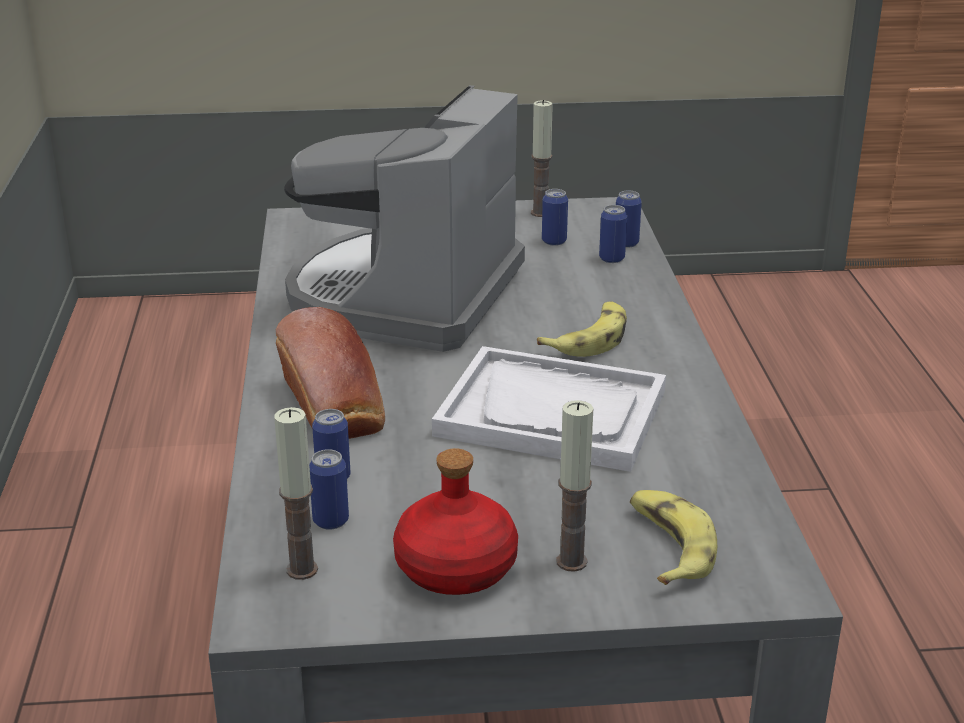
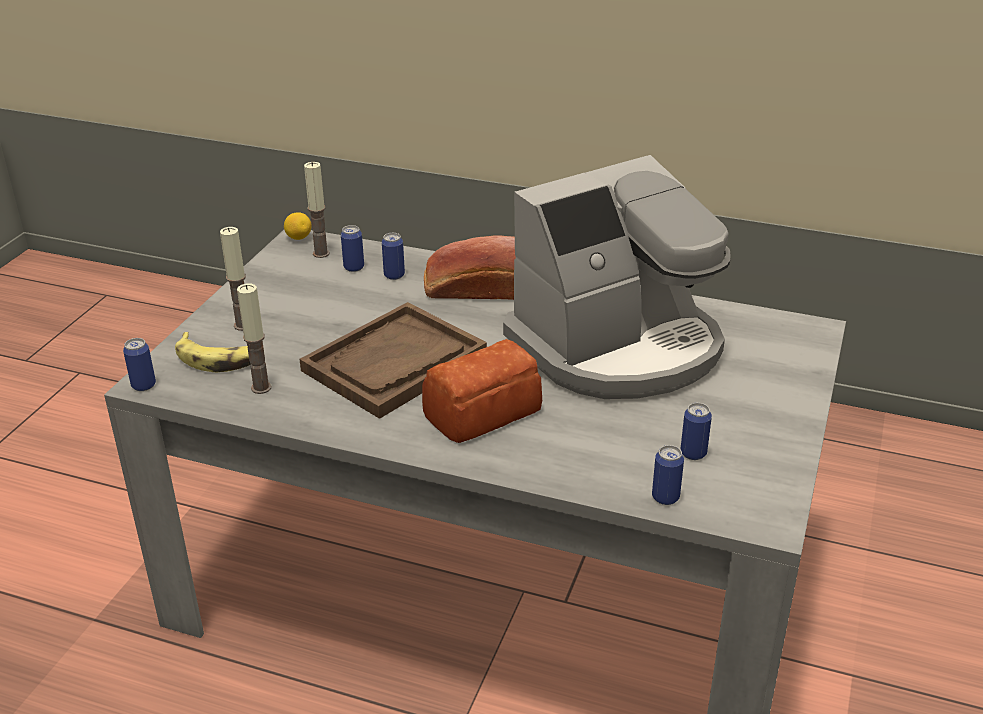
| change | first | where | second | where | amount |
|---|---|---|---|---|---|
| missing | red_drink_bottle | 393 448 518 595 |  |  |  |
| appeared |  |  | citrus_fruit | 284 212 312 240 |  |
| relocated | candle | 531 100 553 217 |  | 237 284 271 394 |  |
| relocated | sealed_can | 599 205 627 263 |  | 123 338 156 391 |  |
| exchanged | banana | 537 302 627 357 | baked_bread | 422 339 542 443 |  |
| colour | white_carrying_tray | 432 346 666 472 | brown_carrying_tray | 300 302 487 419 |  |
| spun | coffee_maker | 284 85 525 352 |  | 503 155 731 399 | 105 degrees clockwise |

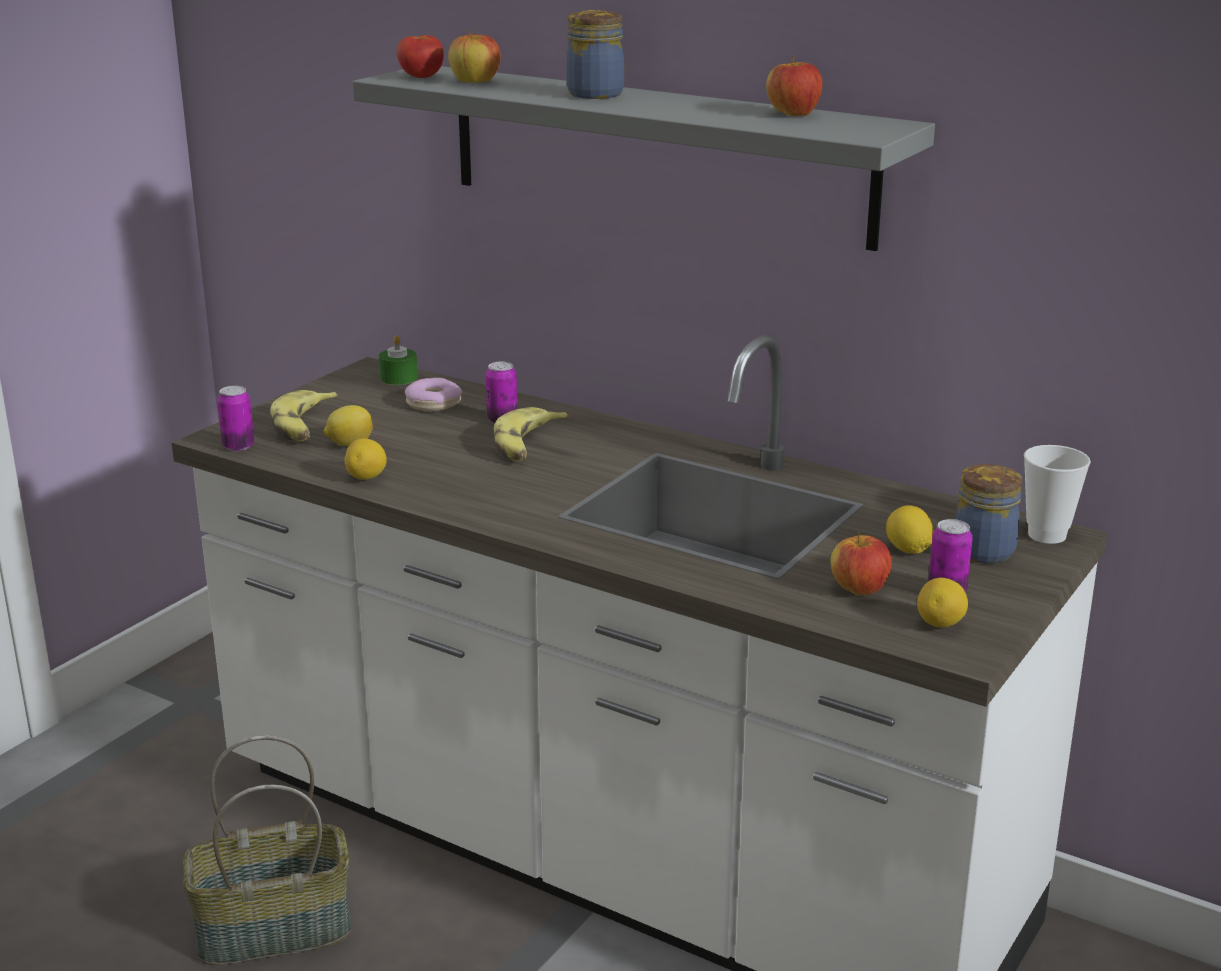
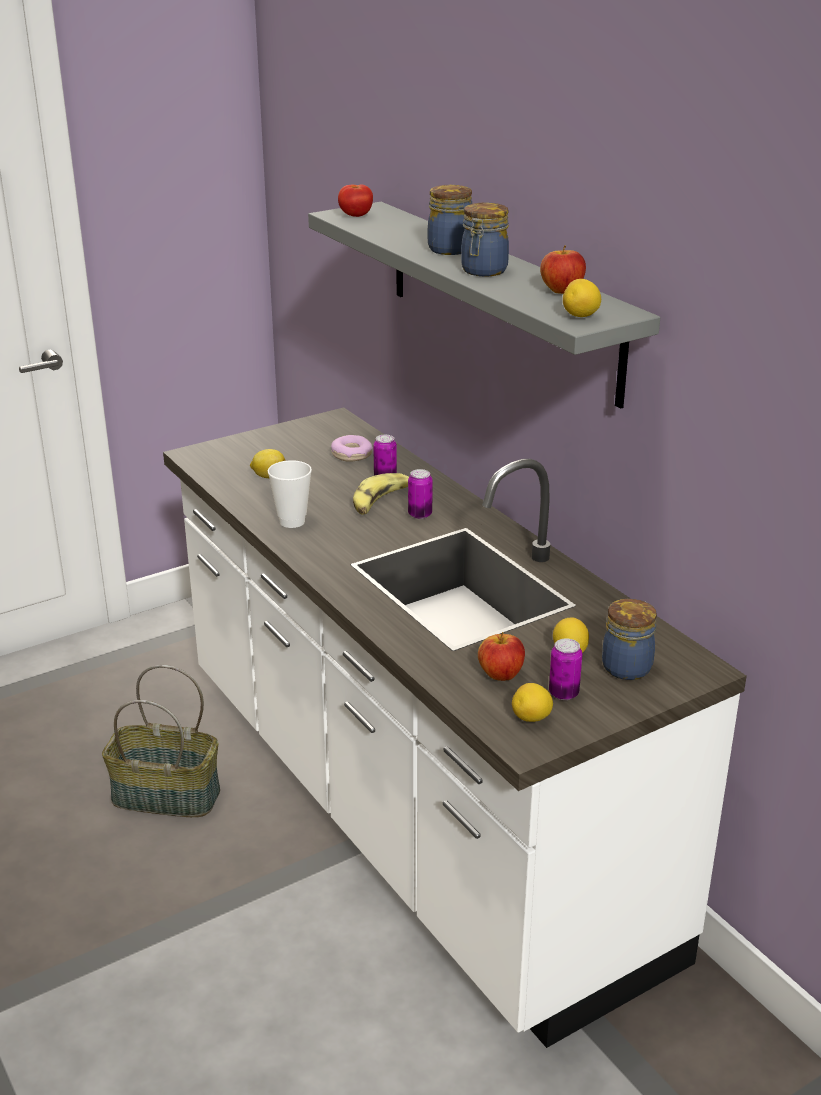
| change | first | where | second | where | amount |
|---|---|---|---|---|---|
| missing | banana | 270 390 338 441 |  |  |  |
| missing | green_candle | 379 335 418 385 |  |  |  |
| missing | whole_apple | 448 30 501 83 |  |  |  |
| appeared |  |  | jar | 461 202 509 276 |  |
| relocated | sealed_can | 217 386 254 451 |  | 408 469 433 519 |  |
| relocated | citrus_fruit | 344 438 387 480 |  | 563 279 601 317 |  |
| relocated | cup | 1024 445 1091 544 |  | 268 460 312 528 |  |

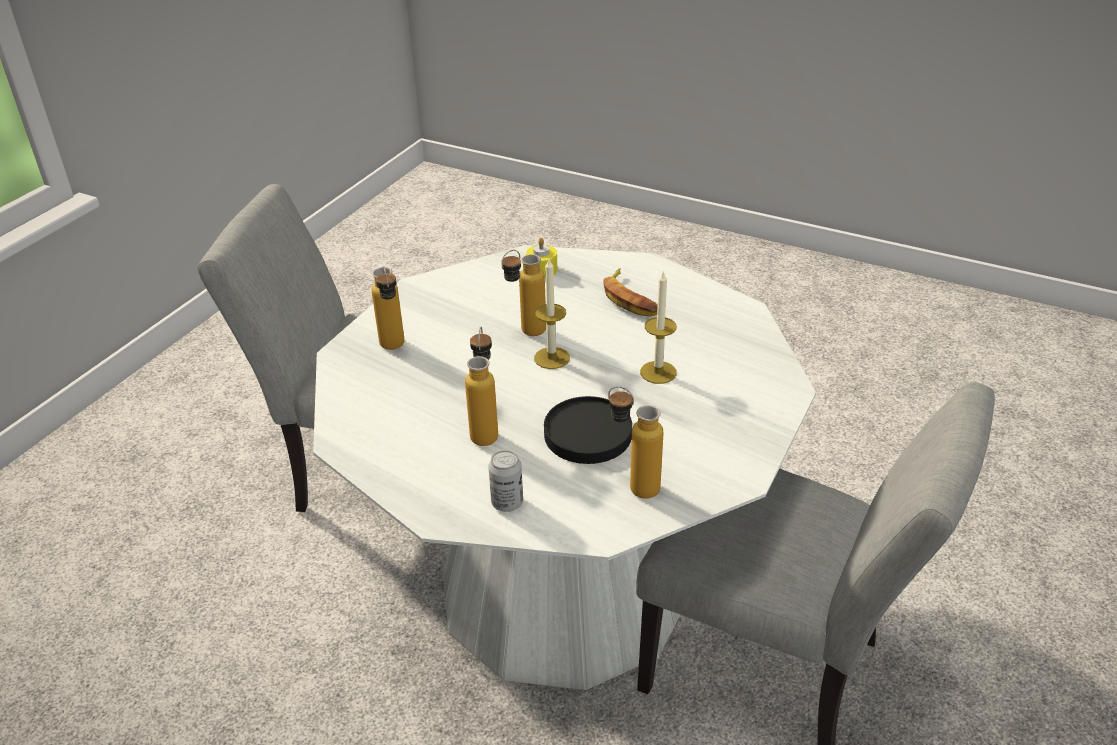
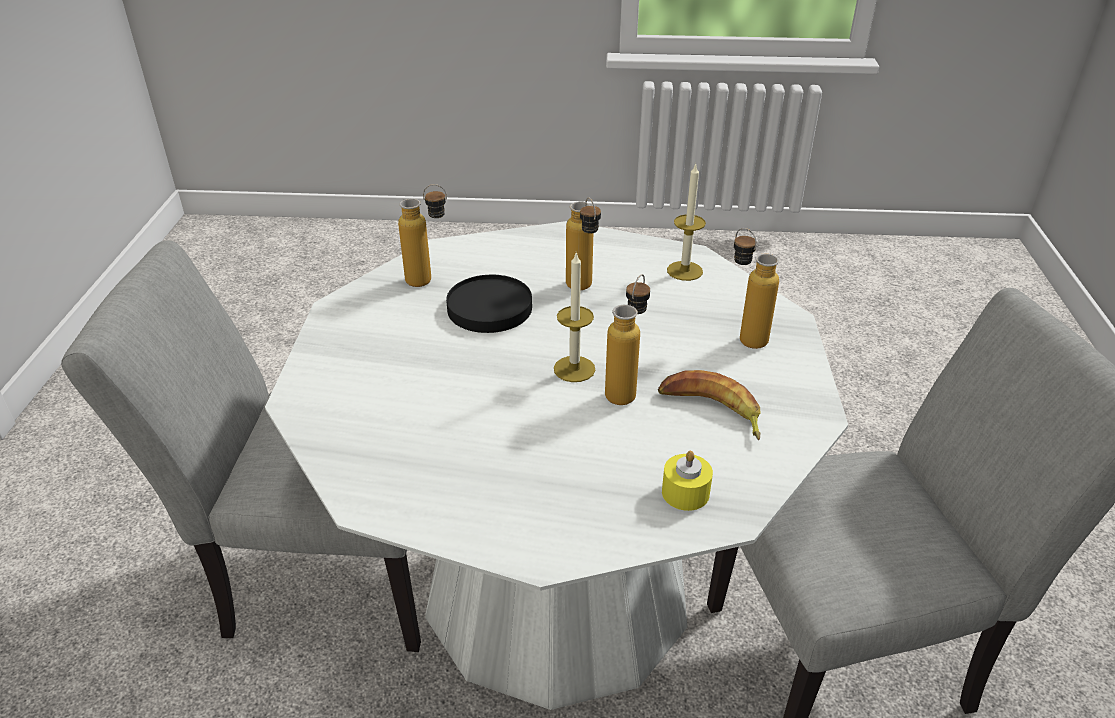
| change | first | where | second | where | amount |
|---|---|---|---|---|---|
| missing | sealed_can | 488 450 523 512 |  |  |  |
| relocated | banana | 603 268 658 317 |  | 658 370 760 440 |  |
| relocated | candle | 640 270 677 384 |  | 667 164 706 281 |  |

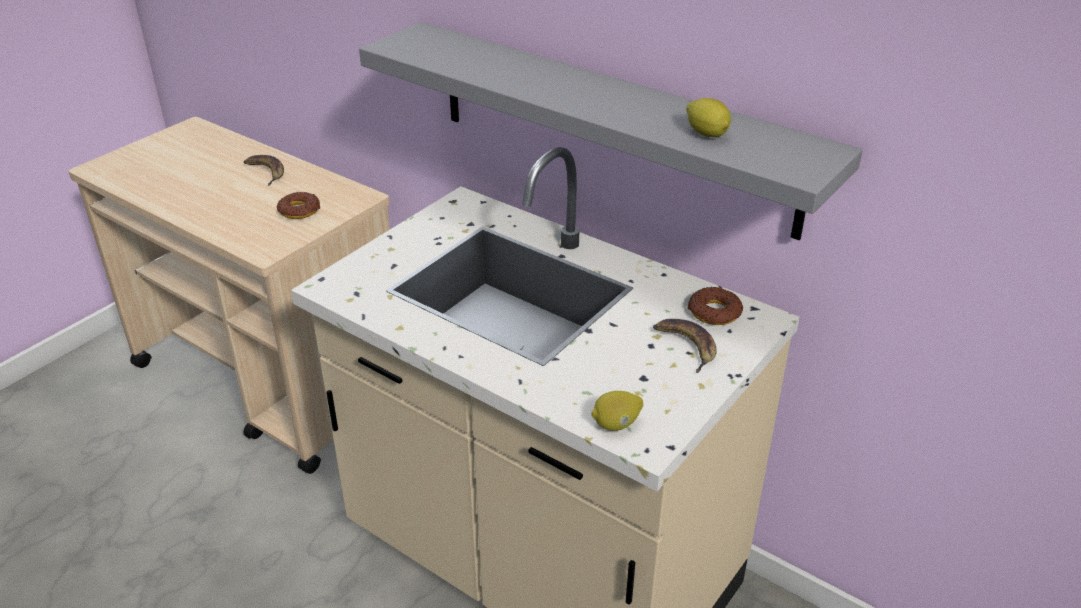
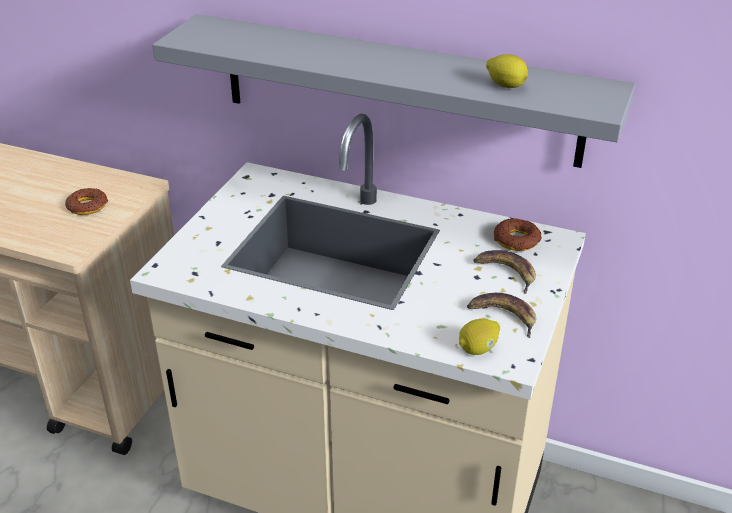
| change | first | where | second | where | amount |
|---|---|---|---|---|---|
| relocated | banana | 243 155 284 186 |  | 467 293 536 338 |  |

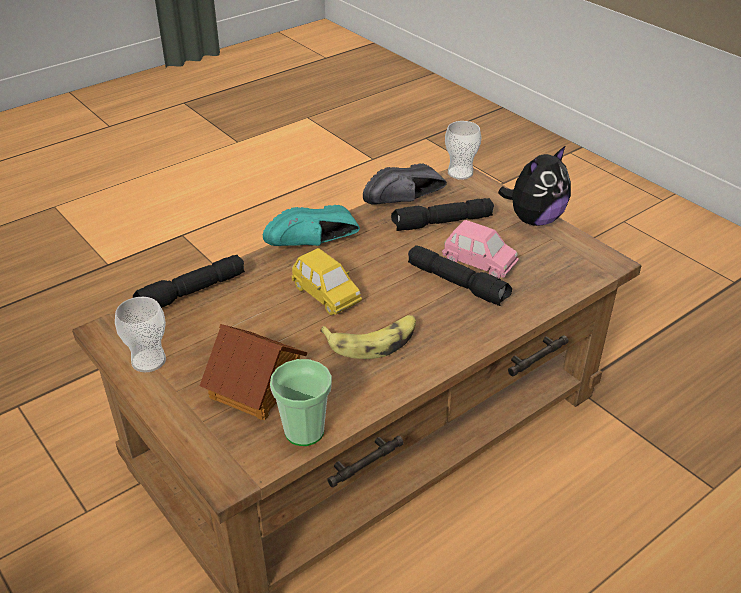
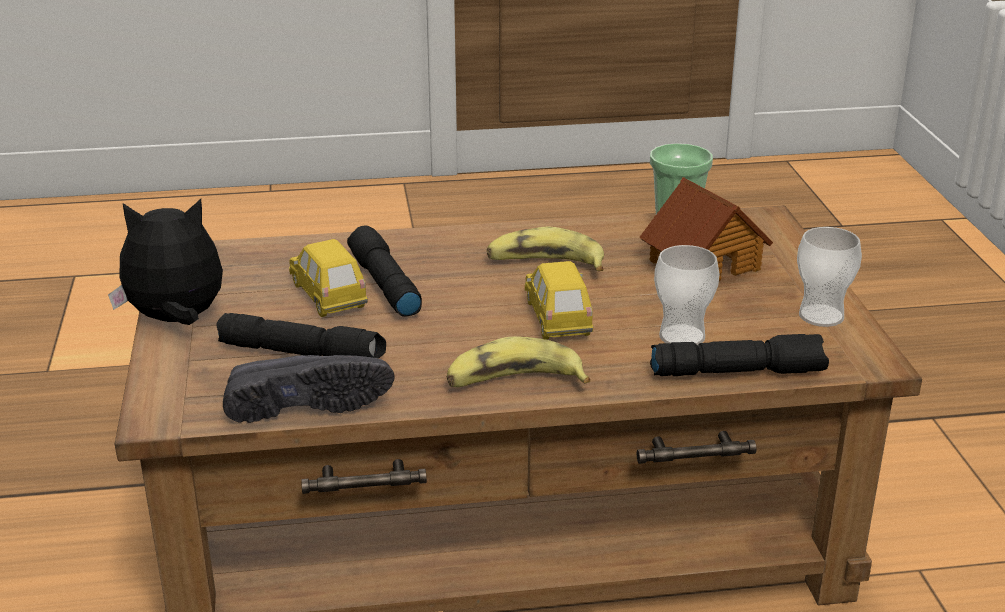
| change | first | where | second | where | amount |
|---|---|---|---|---|---|
| relocated | cup | 445 121 481 180 |  | 654 245 719 345 |  |
| exchanged | blue-green_shoe | 263 205 360 246 | banana | 447 337 590 387 |  |
| colour | pink_model_car | 442 220 519 278 | yellow-coloured_model_car | 289 239 368 317 |  |

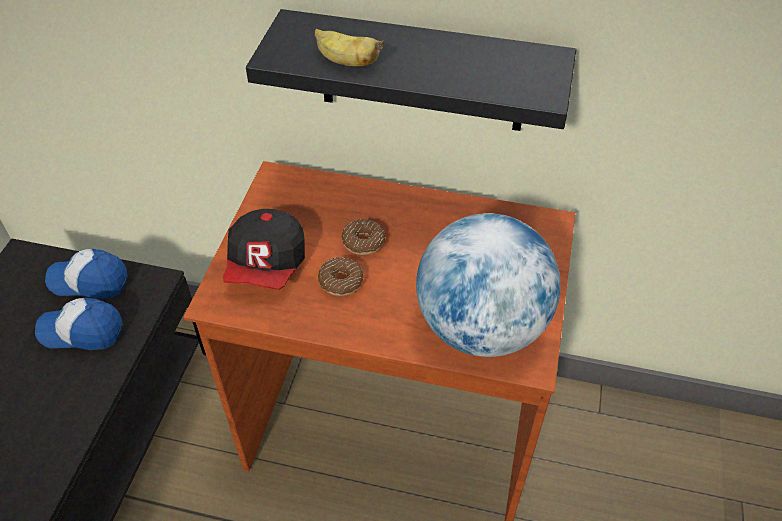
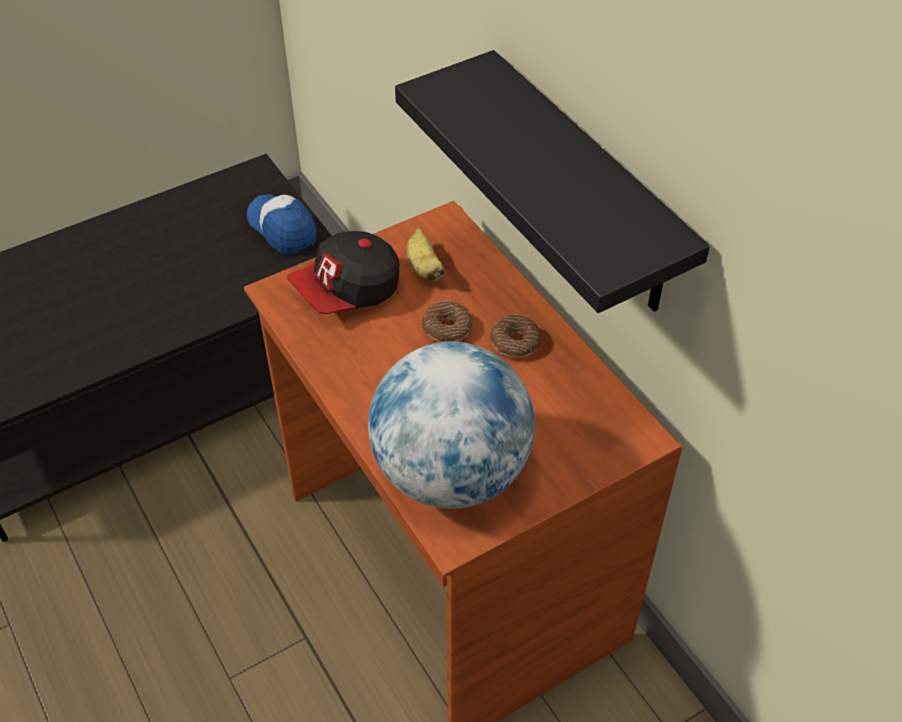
| change | first | where | second | where | amount |
|---|---|---|---|---|---|
| missing | baseball_cap | 35 298 122 350 |  |  |  |
| relocated | banana | 315 29 384 67 |  | 407 228 445 282 |  |
| relocated | doughnut | 318 257 364 296 |  | 490 314 542 358 |  |

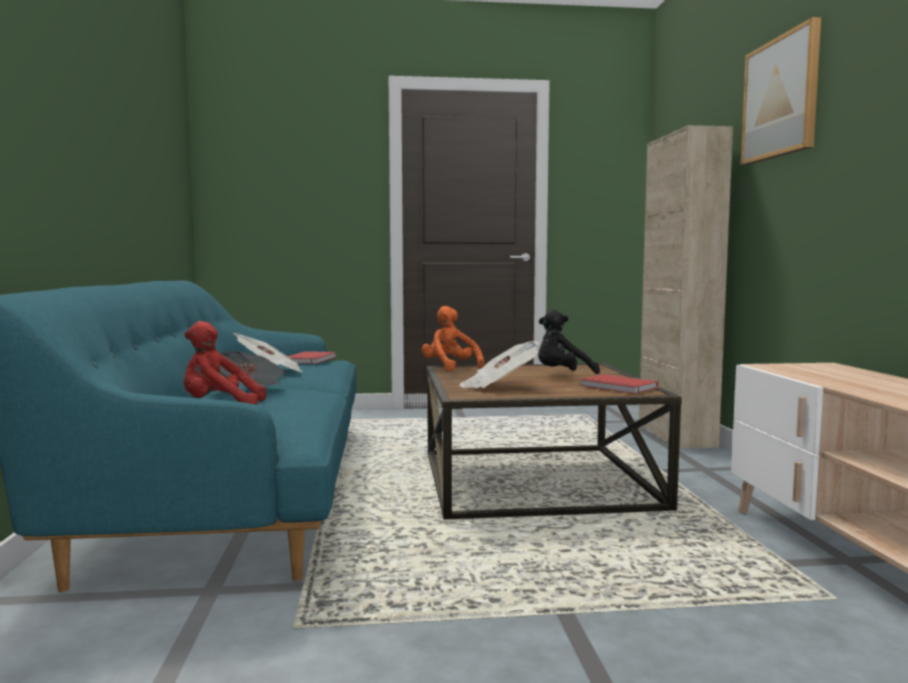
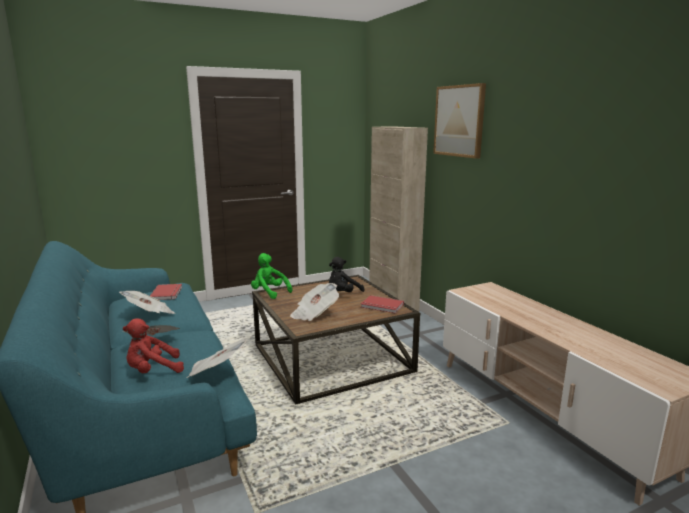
| change | first | where | second | where | amount |
|---|---|---|---|---|---|
| appeared |  |  | printed_paper | 186 338 246 378 |  |
| colour | orange-coloured_soft_toy | 421 306 485 371 | green_soft_toy | 251 253 292 299 |  |

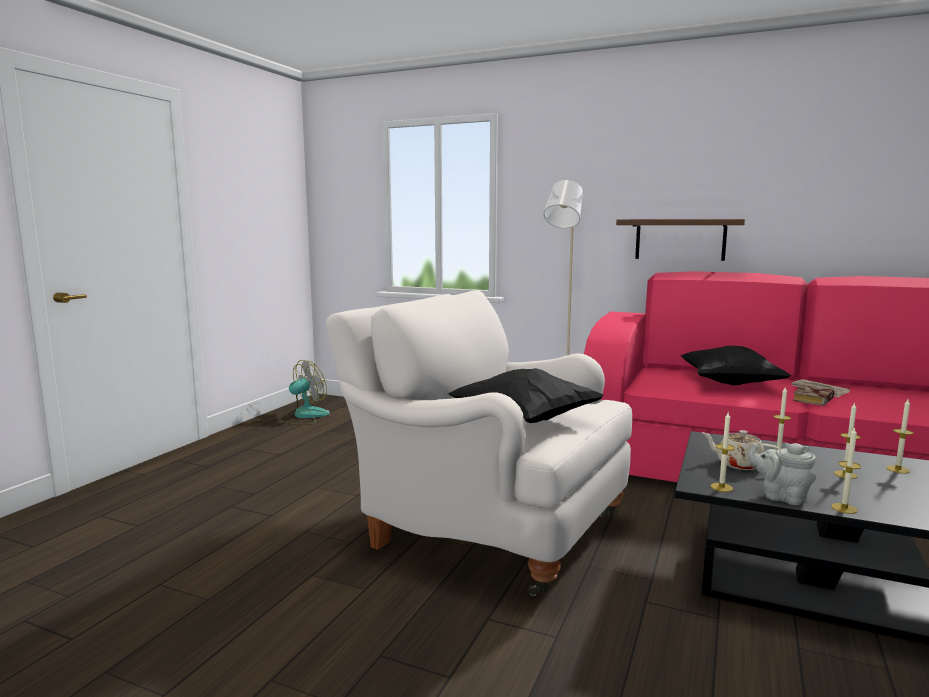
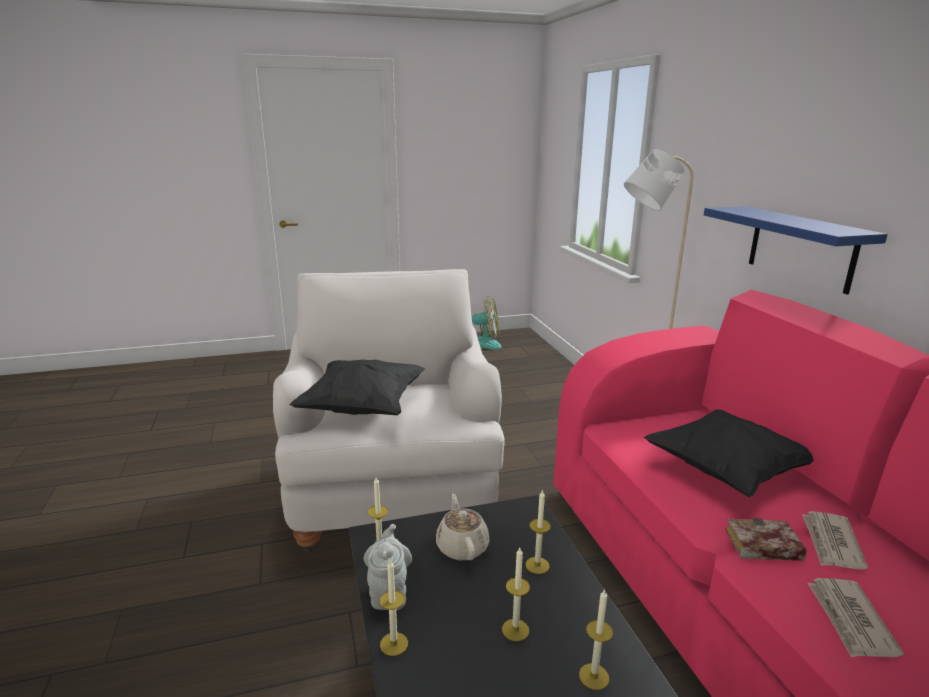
| change | first | where | second | where | amount |
|---|---|---|---|---|---|
| appeared |  |  | printed_paper | 808 578 904 658 |  |
| colour | brown_bracket_shelf | 616 219 745 261 | bluish_bracket_shelf | 704 206 888 294 |  |

